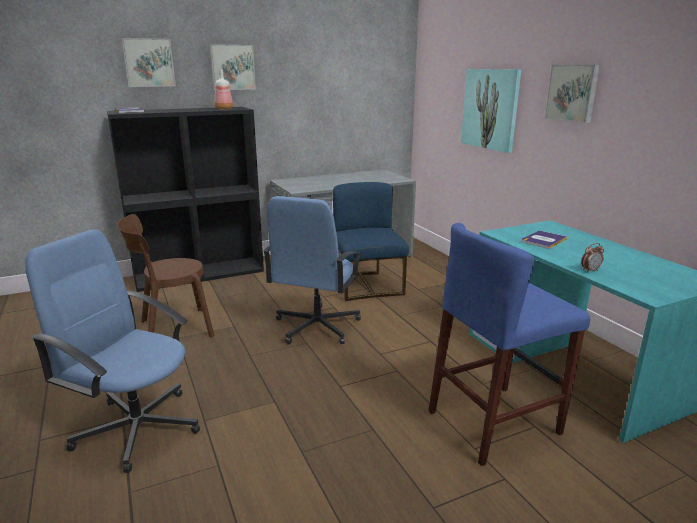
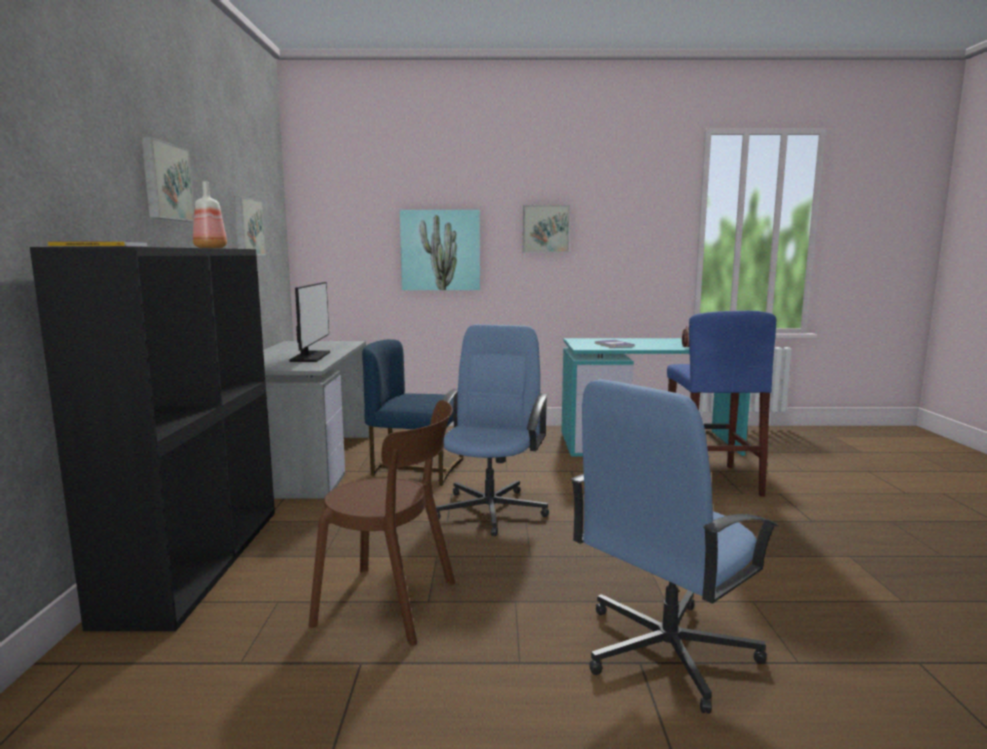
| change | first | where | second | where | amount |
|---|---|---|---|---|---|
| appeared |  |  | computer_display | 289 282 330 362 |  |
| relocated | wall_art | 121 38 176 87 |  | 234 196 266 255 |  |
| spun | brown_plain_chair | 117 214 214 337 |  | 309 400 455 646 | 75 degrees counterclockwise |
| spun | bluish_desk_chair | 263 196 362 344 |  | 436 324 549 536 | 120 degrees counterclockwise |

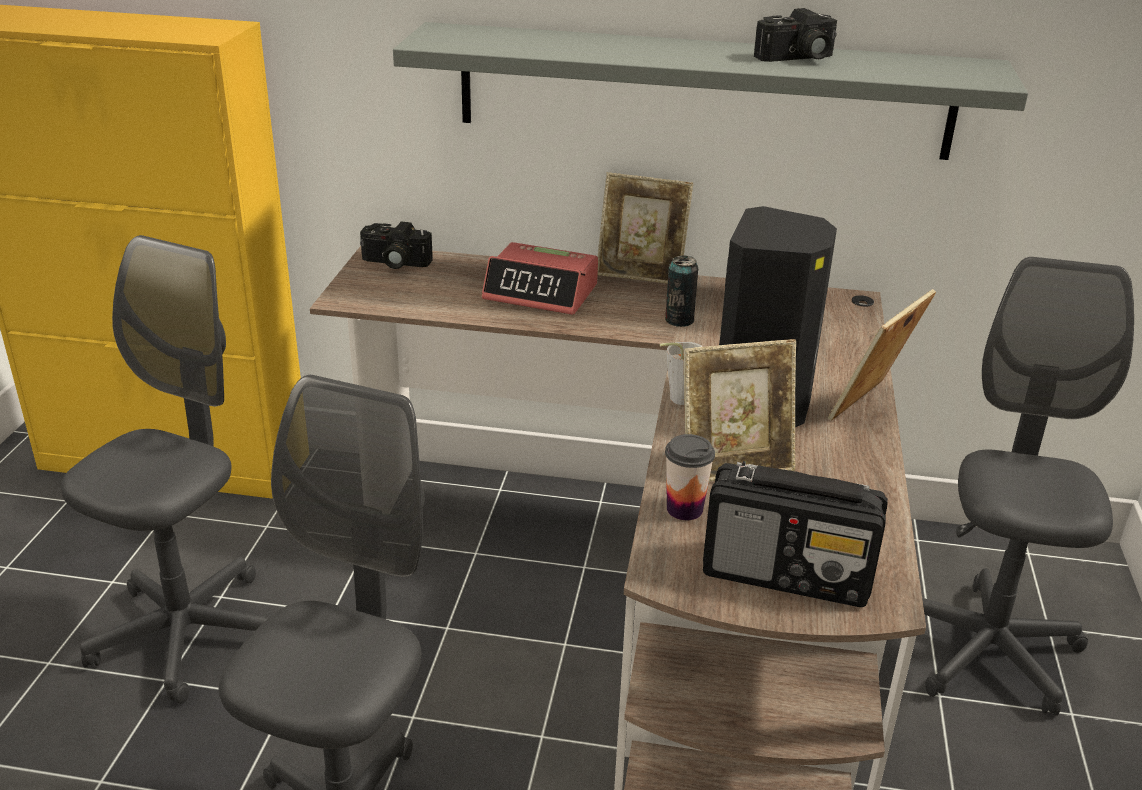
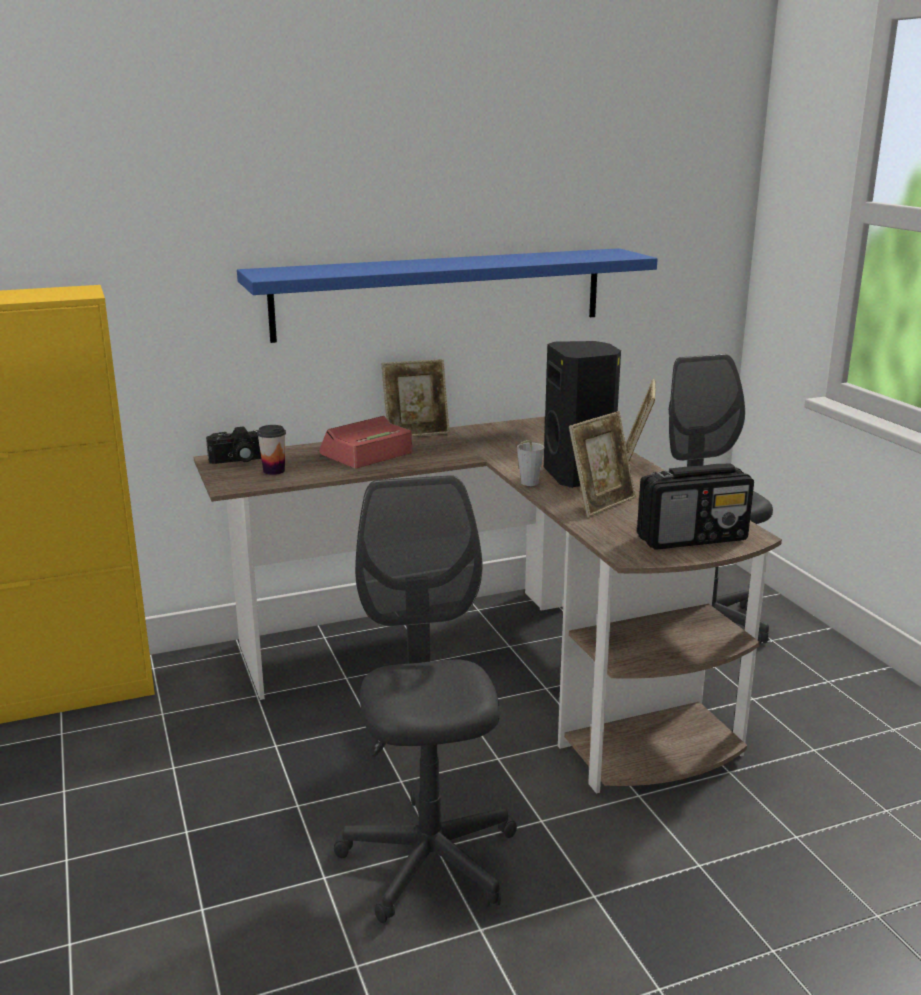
| change | first | where | second | where | amount |
|---|---|---|---|---|---|
| missing | greyish_desk_chair | 61 235 269 704 |  |  |  |
| missing | sealed_can | 665 255 698 327 |  |  |  |
| missing | still_camera | 754 8 837 62 |  |  |  |
| relocated | cup | 665 434 715 520 |  | 257 425 286 475 |  |
| colour | greyish_bracket_shelf | 393 22 1028 160 | bluish_bracket_shelf | 237 248 658 343 |  |
| spun | alarm_clock | 482 242 598 315 |  | 319 416 412 469 | 150 degrees clockwise |

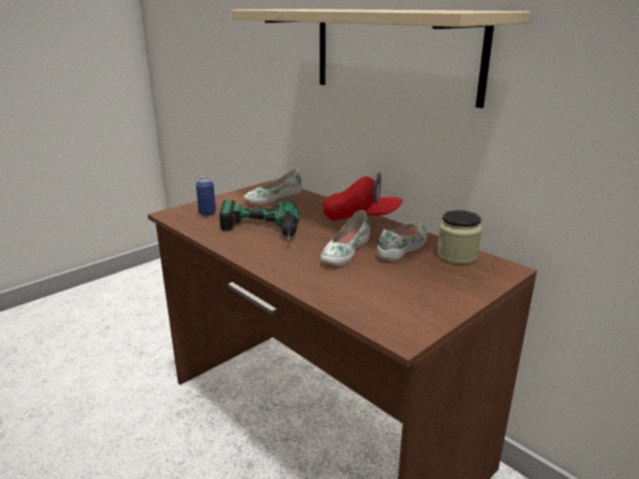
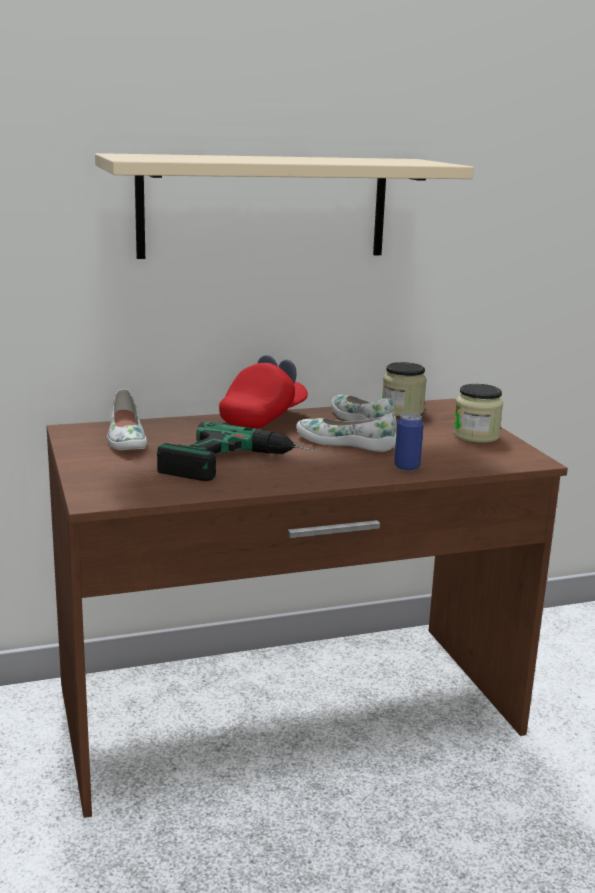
| change | first | where | second | where | amount |
|---|---|---|---|---|---|
| appeared |  |  | jar | 454 384 503 443 |  |
| relocated | sealed_can | 196 177 216 216 |  | 394 413 424 471 |  |
| spun | white_shoe | 321 210 370 265 |  | 296 413 396 452 | 150 degrees clockwise |

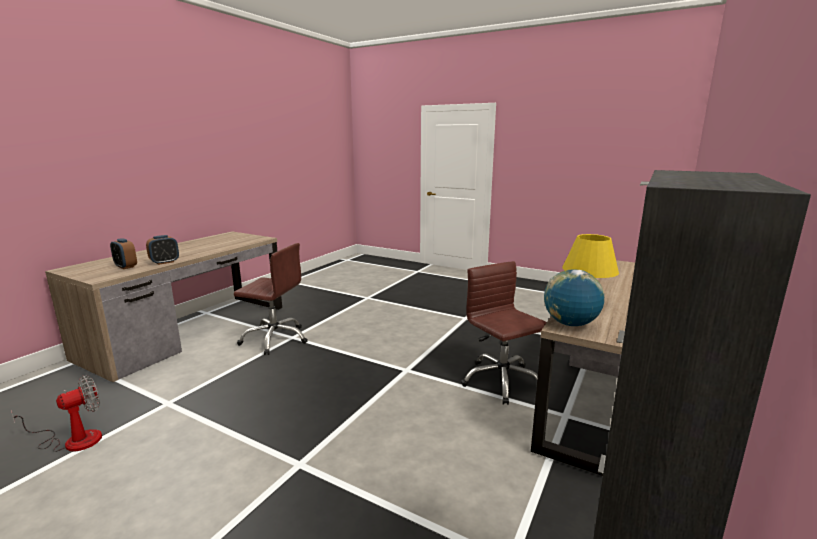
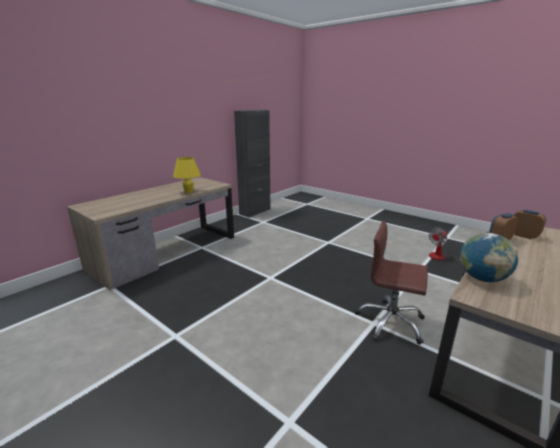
| change | first | where | second | where | amount |
|---|---|---|---|---|---|
| missing | brown_desk_chair | 461 261 547 405 |  |  |  |
| relocated | globe | 544 269 604 326 |  | 460 233 518 282 |  |

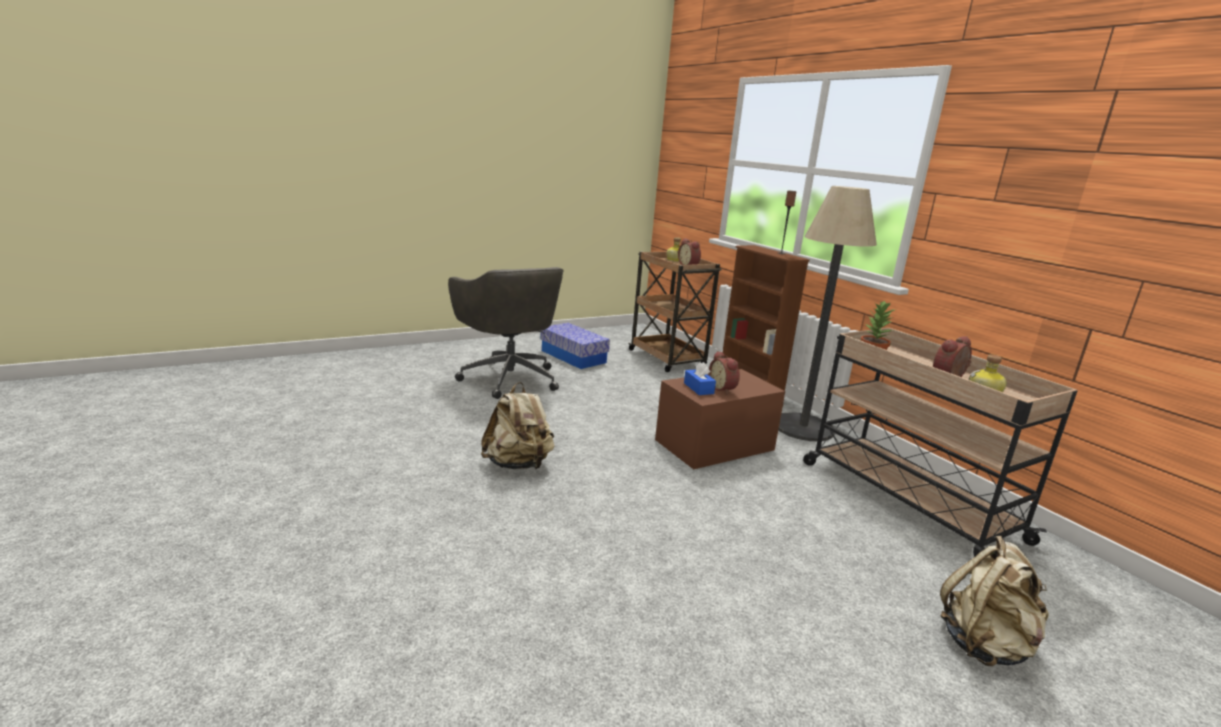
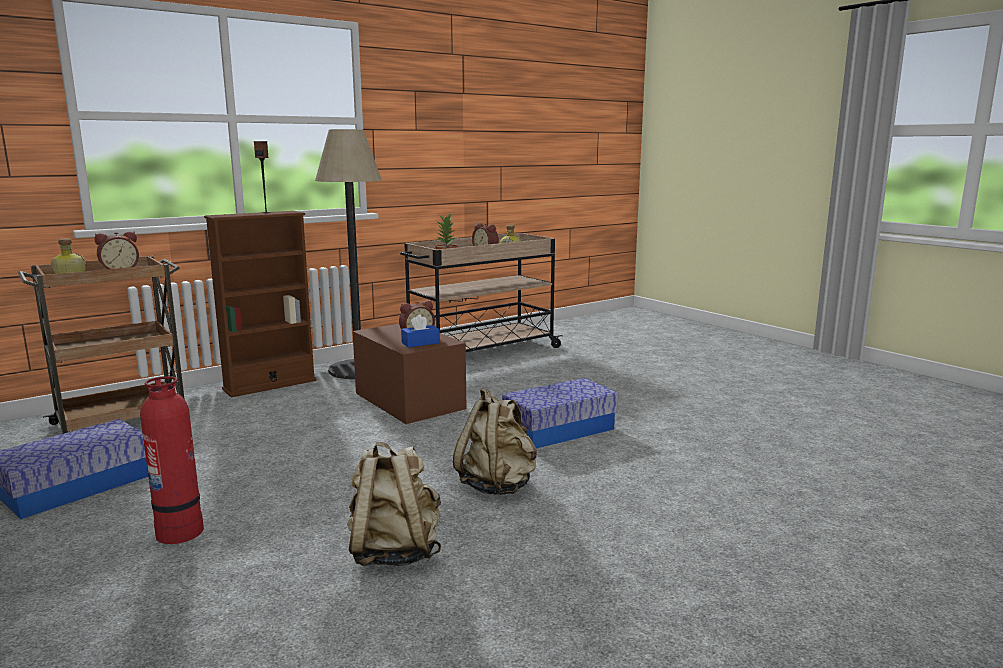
| change | first | where | second | where | amount |
|---|---|---|---|---|---|
| appeared |  |  | storage_box | 502 378 618 448 |  |
| relocated | beige_knapsack | 940 536 1049 666 |  | 347 442 441 566 |  |
| exchanged | greyish_desk_chair | 448 267 564 399 | extinguisher | 140 376 204 544 |  |

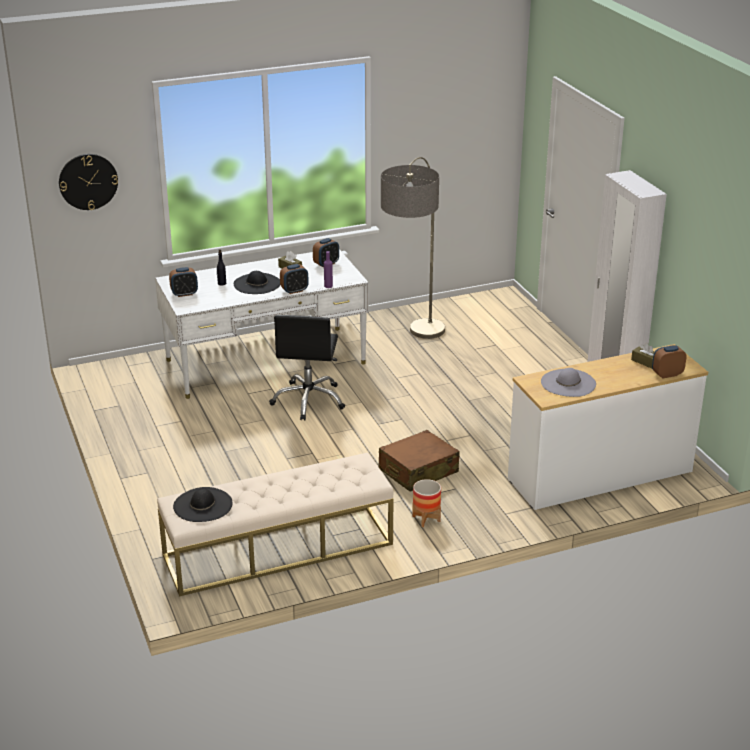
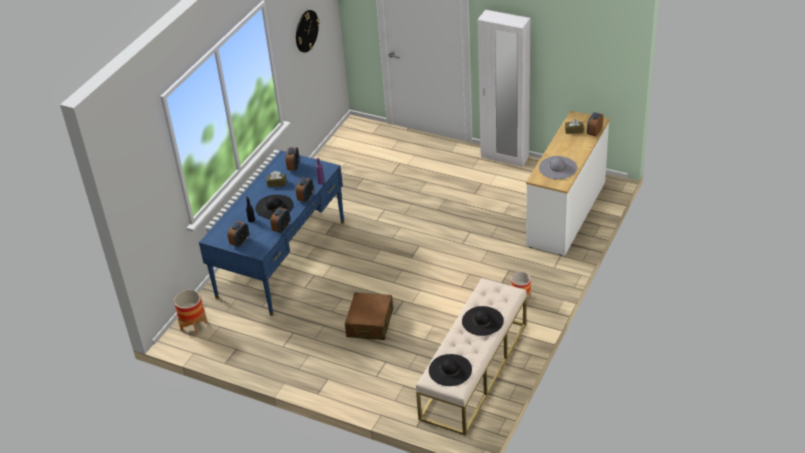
| change | first | where | second | where | amount |
|---|---|---|---|---|---|
| missing | black_desk_chair | 269 315 345 421 |  |  |  |
| missing | standing_lamp | 381 157 445 339 |  |  |  |
| appeared |  |  | flower_pot | 174 290 208 335 |  |
| appeared |  |  | alarm_clock | 270 207 291 233 |  |
| appeared |  |  | black_hat | 462 306 504 336 |  |
| relocated | clock_on_the_wall | 59 154 118 210 |  | 296 10 320 53 |  |
| relocated | brown_piece_of_luggage | 378 430 460 492 |  | 345 293 393 340 |  |
| colour | white_desk_table | 155 249 369 399 | bluish_desk_table | 199 151 344 316 |  |

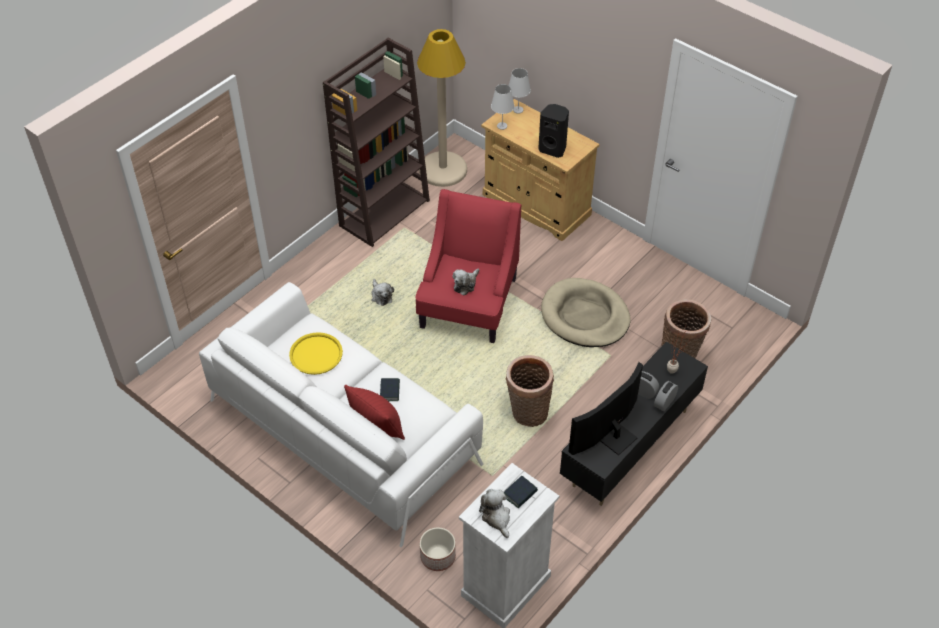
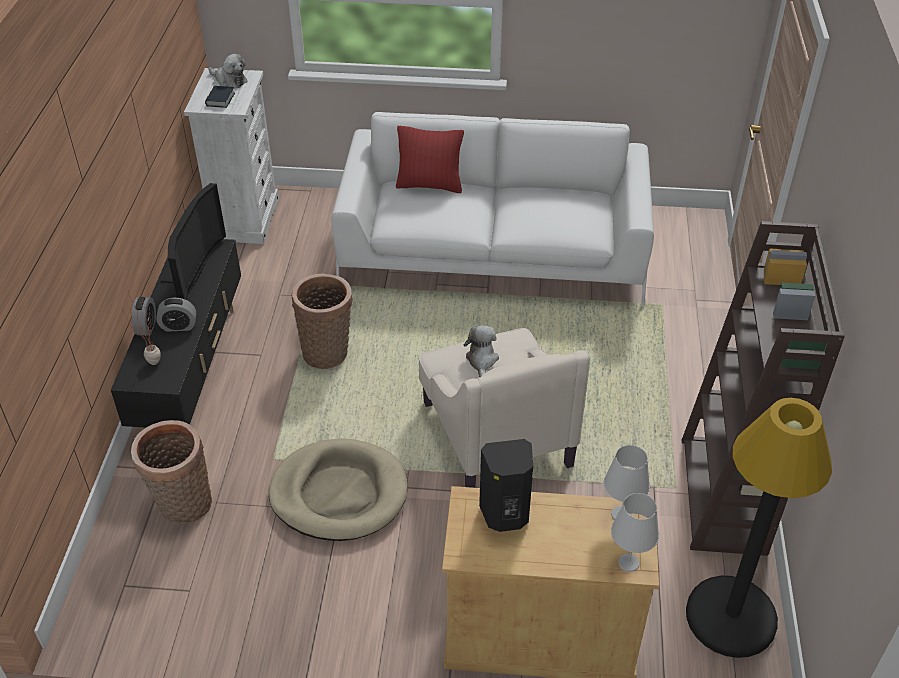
| change | first | where | second | where | amount |
|---|---|---|---|---|---|
| missing | yellow-coloured_carrying_tray | 289 332 343 375 |  |  |  |
| missing | soft_toy | 371 279 394 306 |  |  |  |
| missing | bound_book | 380 378 400 402 |  |  |  |
| missing | flower_pot | 420 527 456 571 |  |  |  |
| colour | red_lounge_chair | 416 189 521 343 | beige_lounge_chair | 419 328 590 488 |  |
| colour | beige_standing_lamp | 417 29 467 187 | black_standing_lamp | 686 398 832 658 |  |

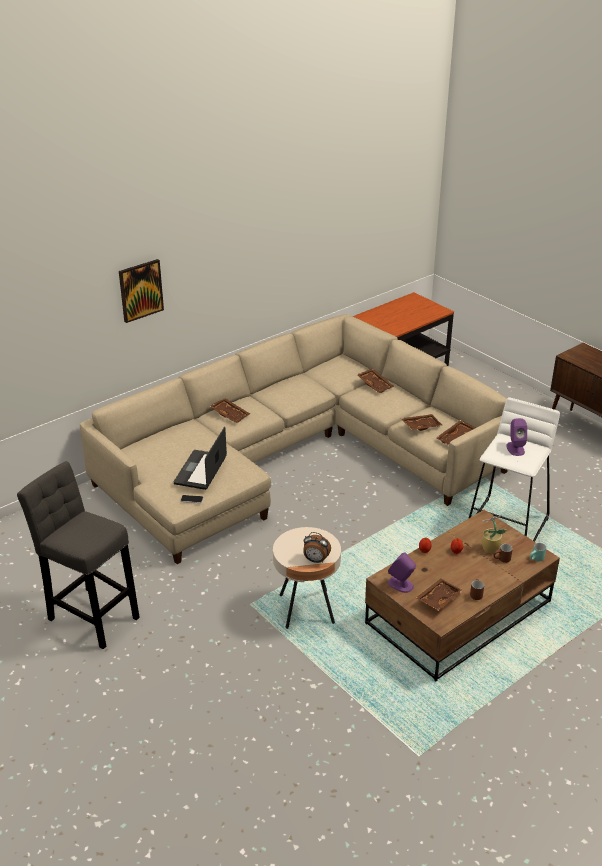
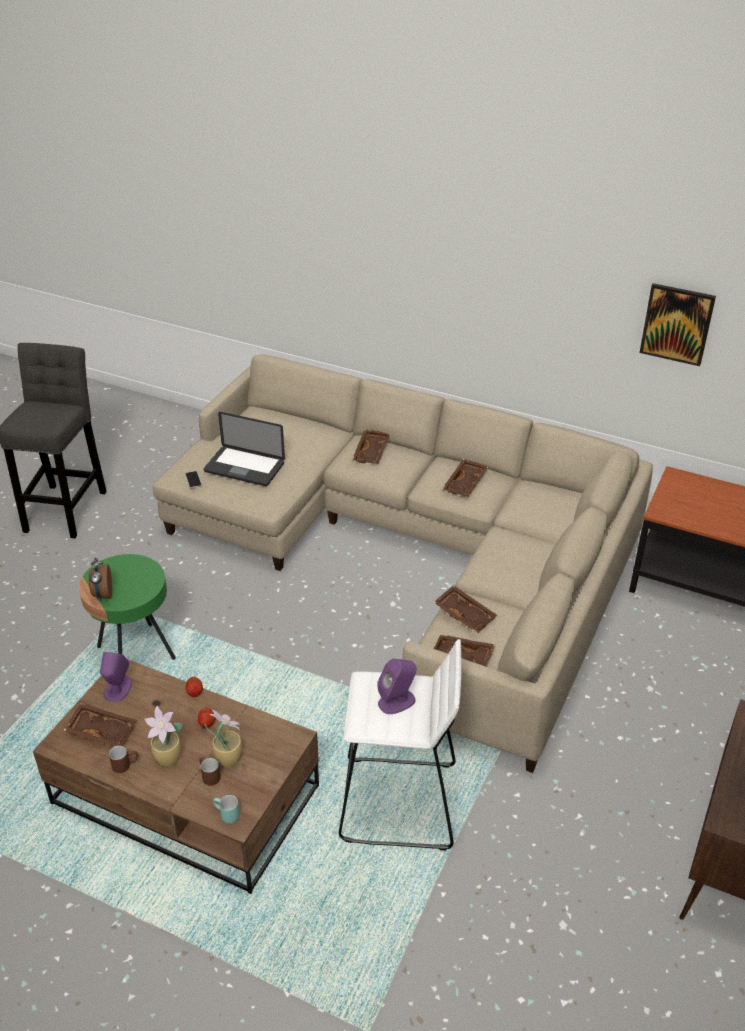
| change | first | where | second | where | amount |
|---|---|---|---|---|---|
| appeared |  |  | plant_in_a_pot | 145 706 183 767 |  |
| relocated | wall_art | 119 259 164 323 |  | 640 283 716 366 |  |
| relocated | brown_carrying_tray | 357 368 394 393 |  | 442 459 488 497 |  |
| colour | beige_side_table | 273 527 341 629 | green_side_table | 79 554 176 660 |  |
| spun | notebook_computer | 174 427 227 490 |  | 204 412 285 486 | 150 degrees counterclockwise |

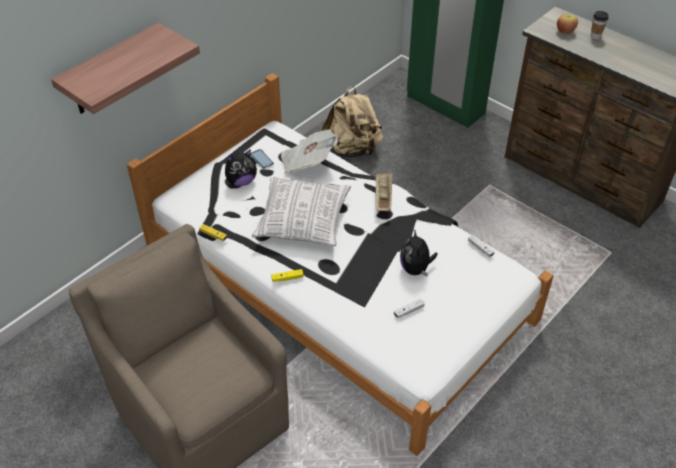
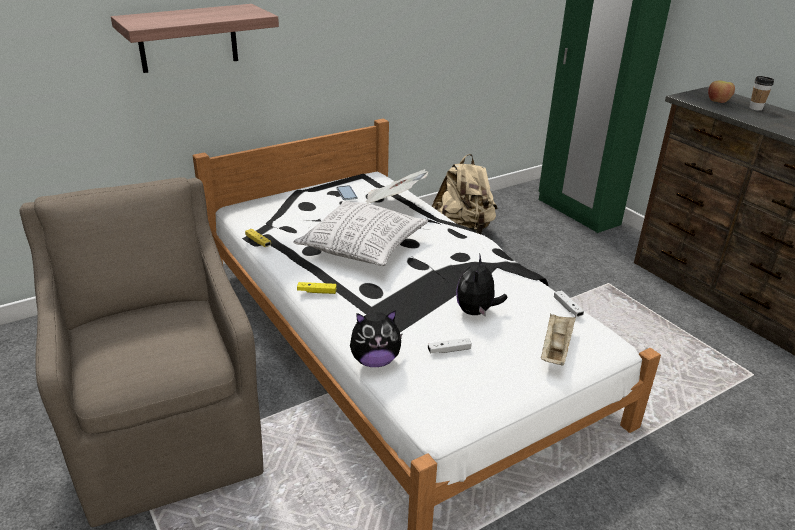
| change | first | where | second | where | amount |
|---|---|---|---|---|---|
| relocated | soft_toy | 225 149 257 186 |  | 350 310 403 367 |  |
| relocated | beige_carrying_tray | 375 173 393 211 |  | 541 313 576 366 |  |

